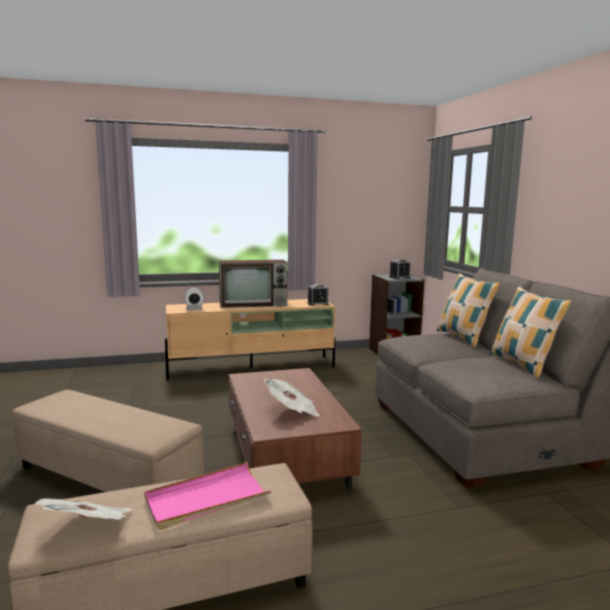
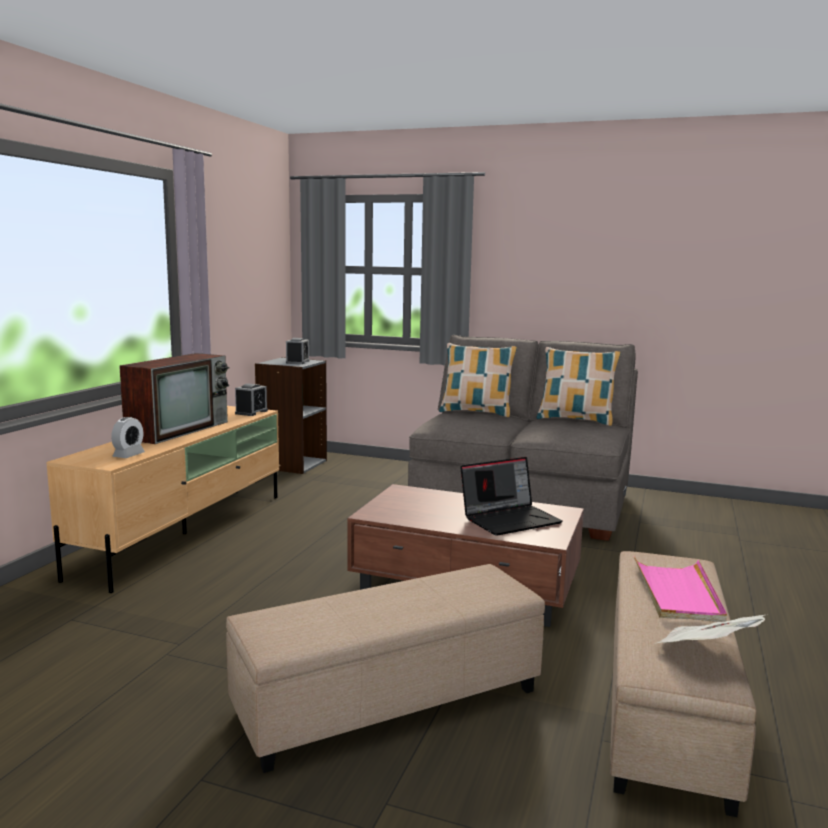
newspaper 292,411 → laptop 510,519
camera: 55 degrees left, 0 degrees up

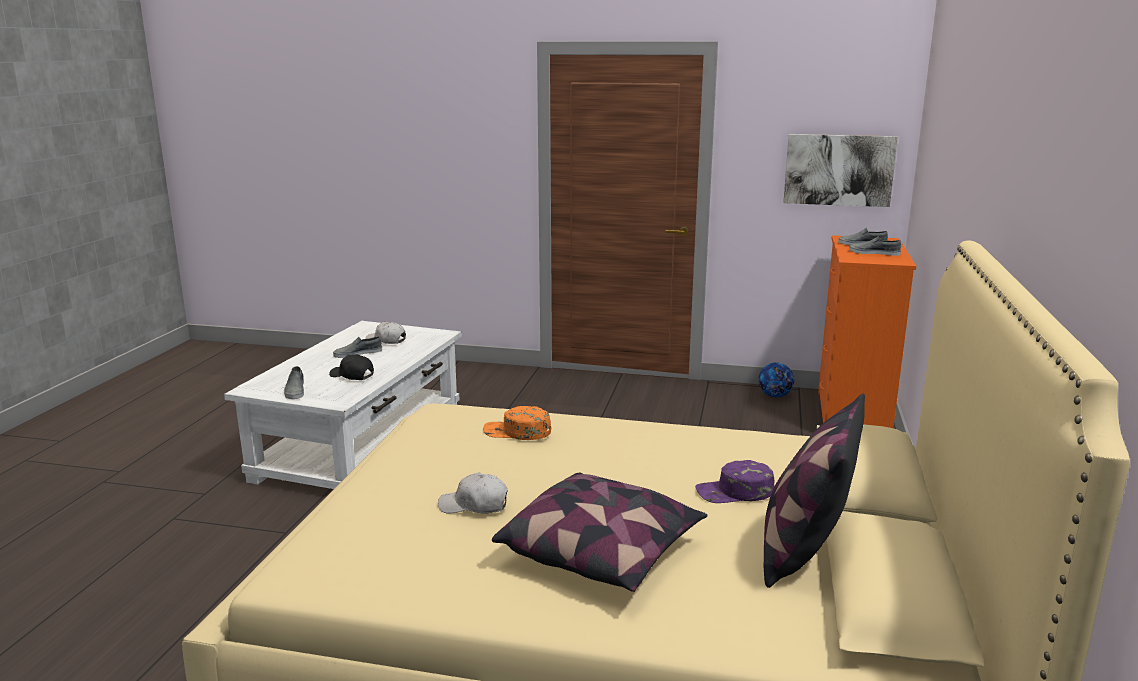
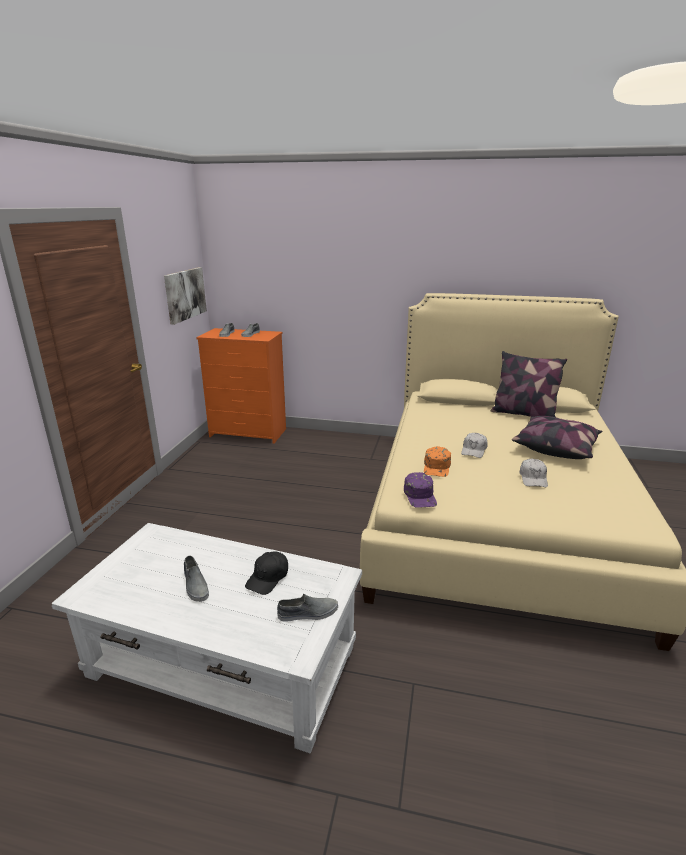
white cap 386,340 → white cap 474,450, shifted
football 775,396 → -
purple cap 734,492 → purple cap 420,496, shifted
camera: 90 degrees left, 5 degrees up

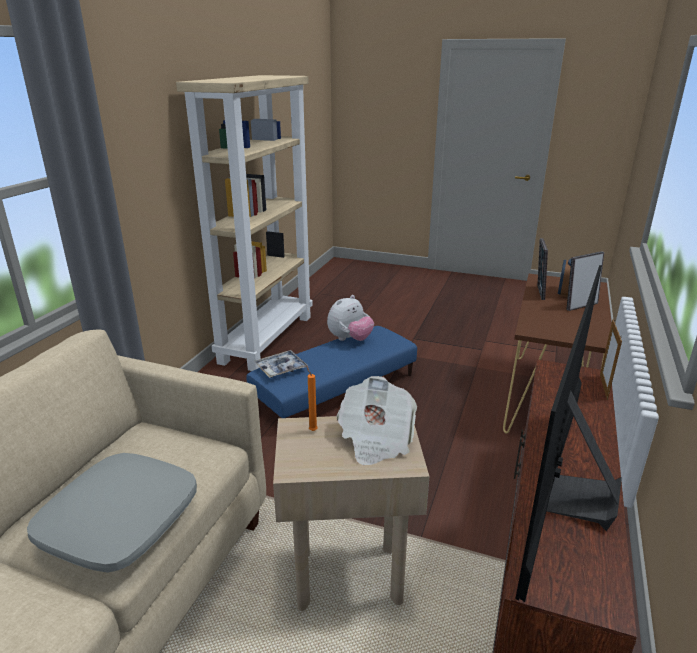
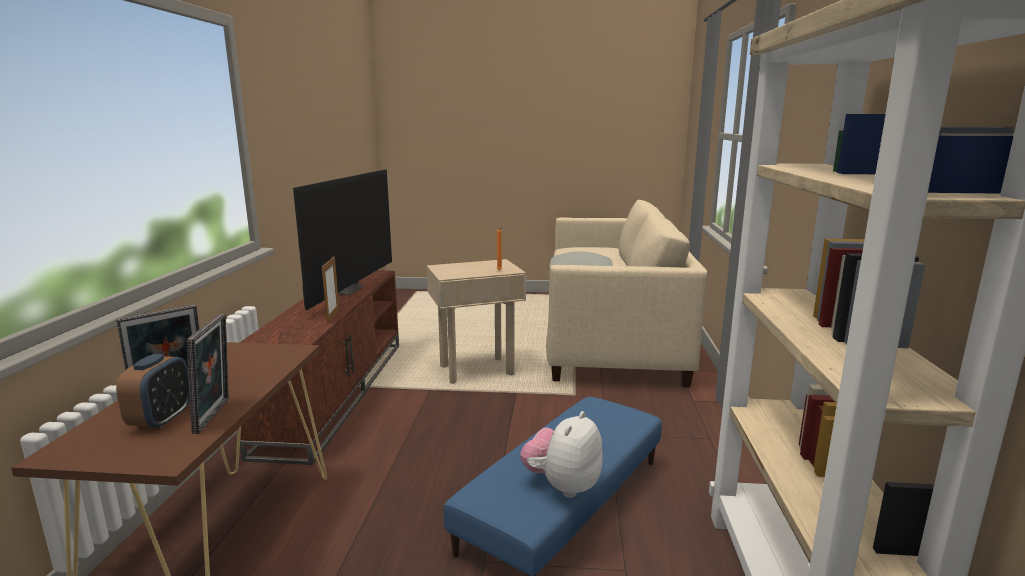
picture frame 603,387 → picture frame 333,316, shifted
tray 281,368 → -
newspaper 375,439 → -
camera: 165 degrees right, 10 degrees down

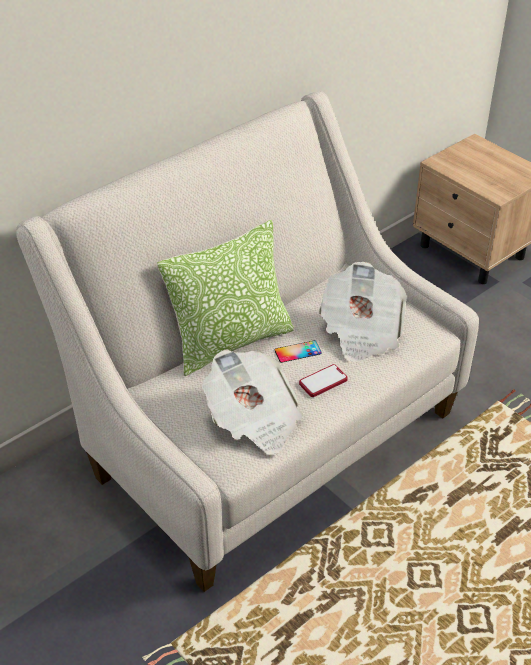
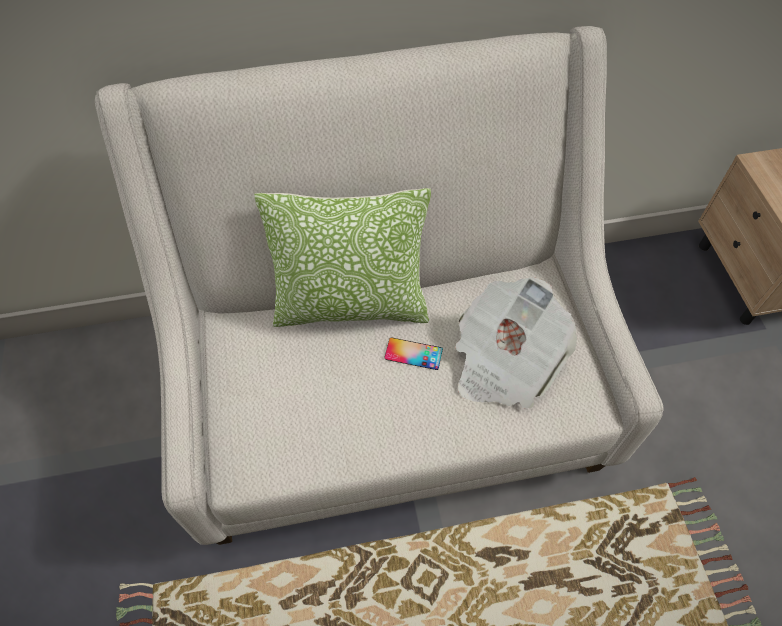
newspaper 253,420 → -
phone 323,382 → -
camera: 30 degrees right, 15 degrees up

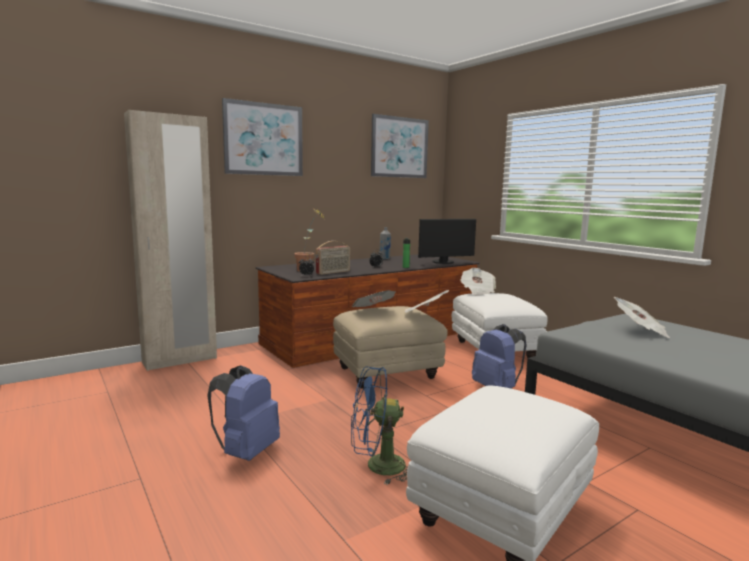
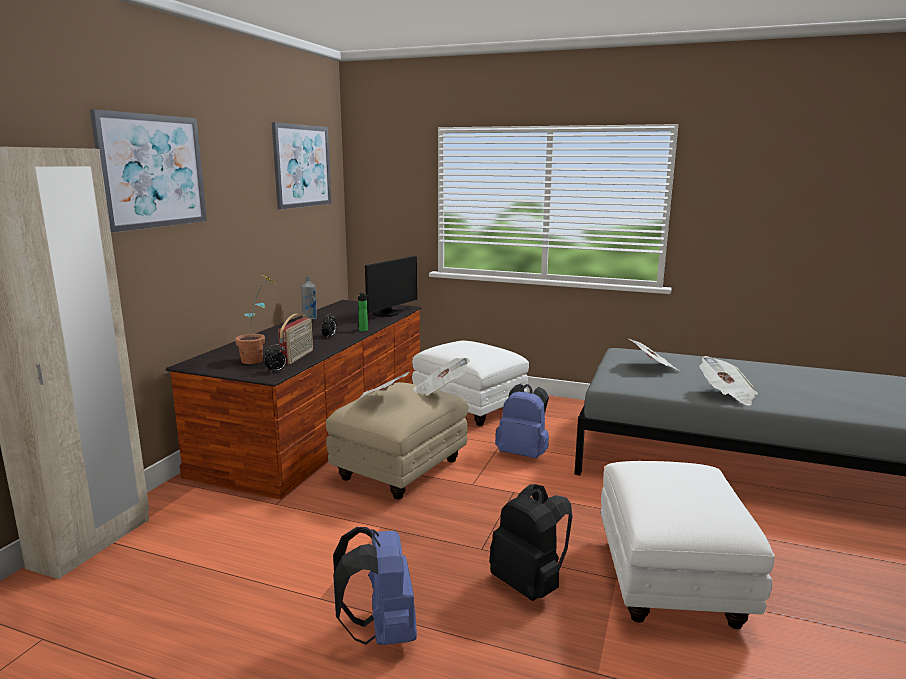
newspaper 477,291 → newspaper 727,395, shifted
blue fan 377,467 → black backpack 530,585
camera: 35 degrees left, 5 degrees up

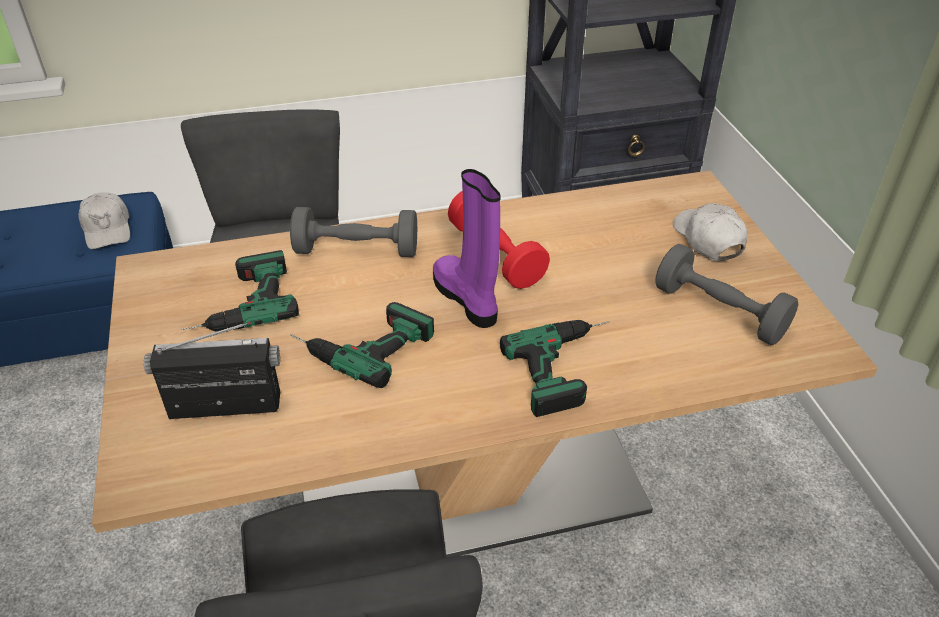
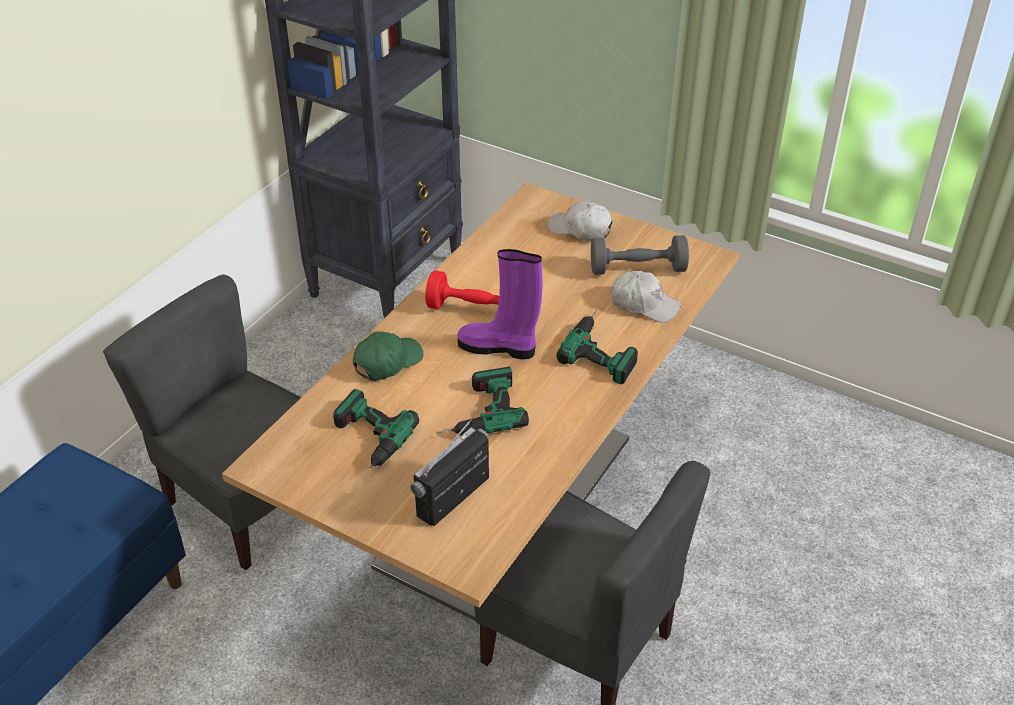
white cap 107,229 → white cap 644,304, shifted
grey dumbbell 357,250 → green cap 387,362
camera: 45 degrees left, 0 degrees up

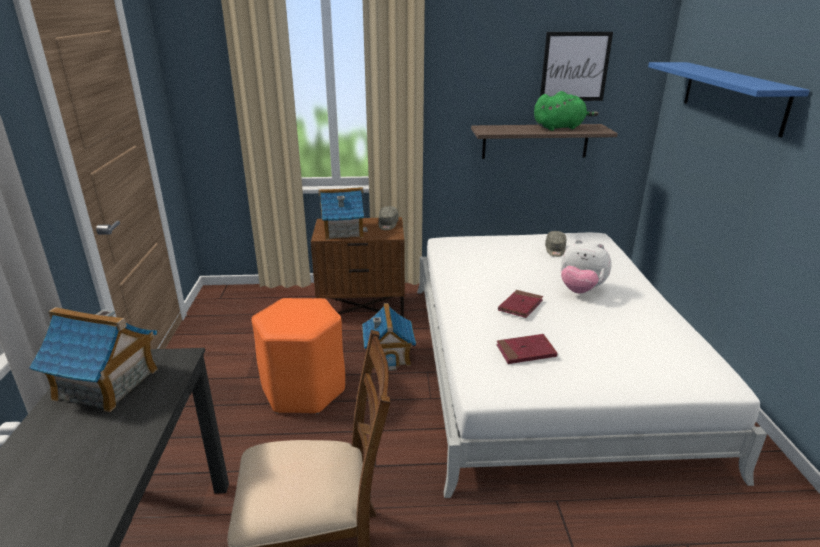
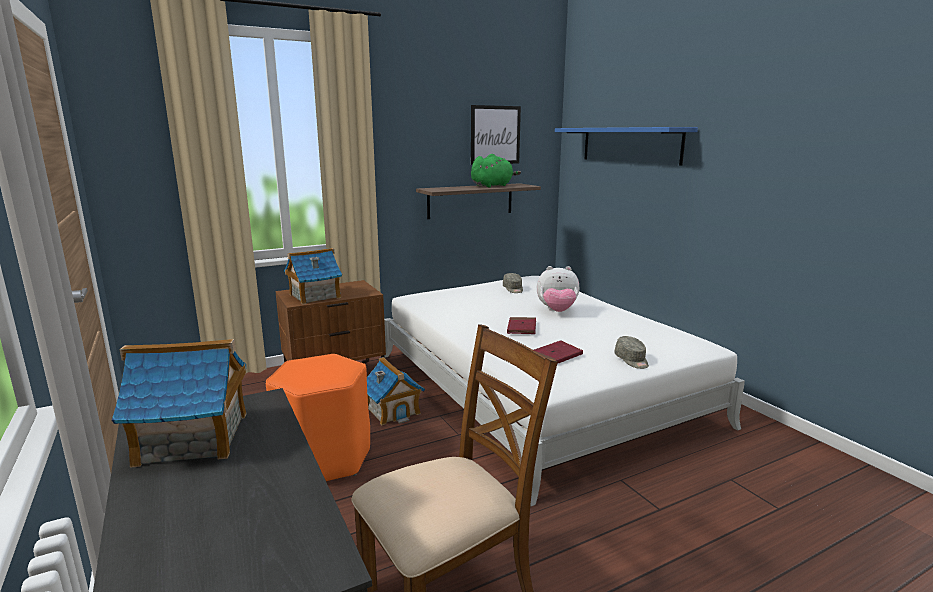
grey cap 388,224 → grey cap 632,360, shifted
camera: 25 degrees left, 10 degrees down

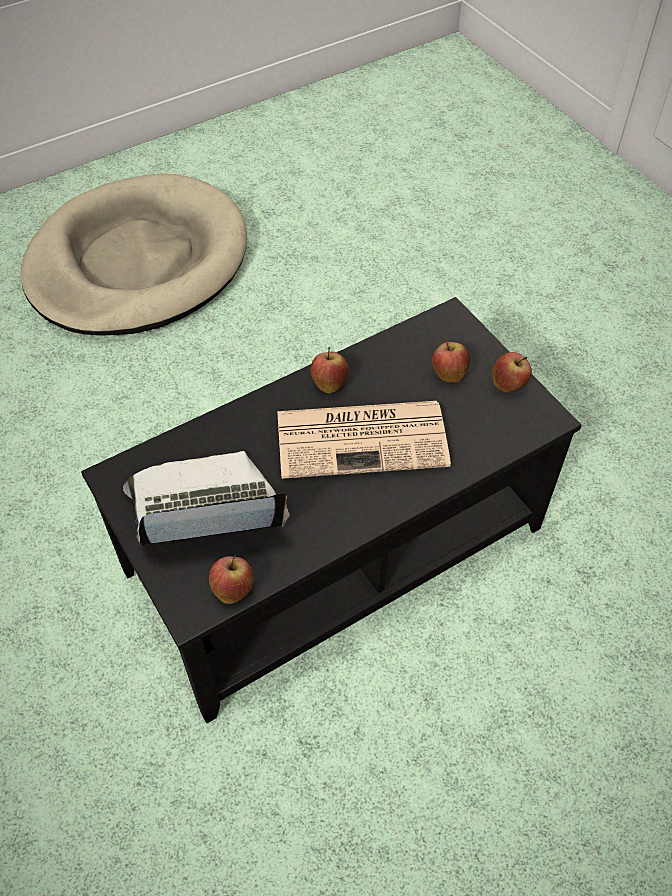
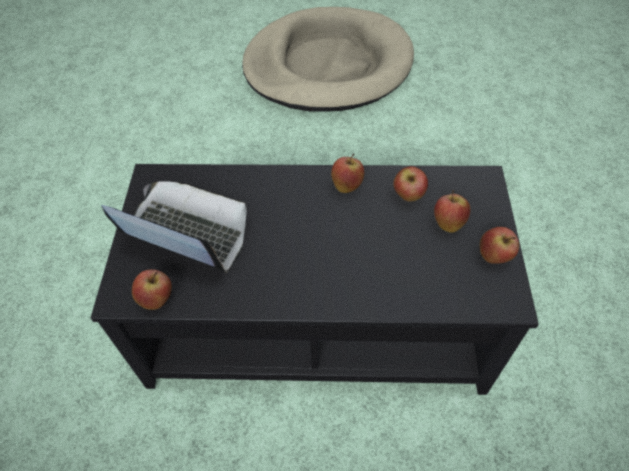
newspaper 364,438 → -
- → apple 408,196
camera: 35 degrees right, 0 degrees up

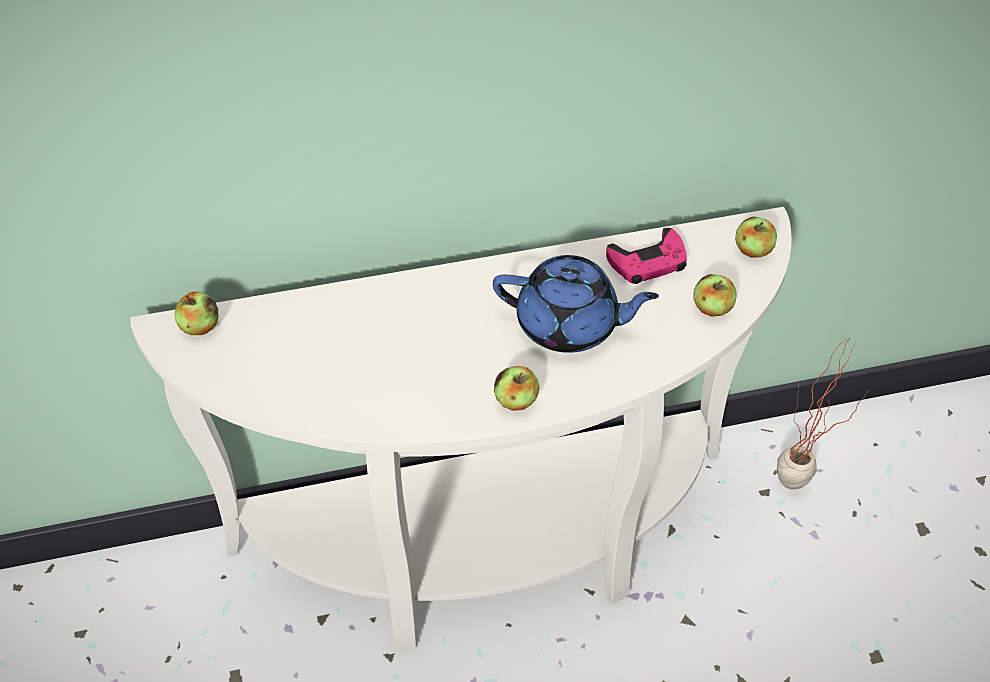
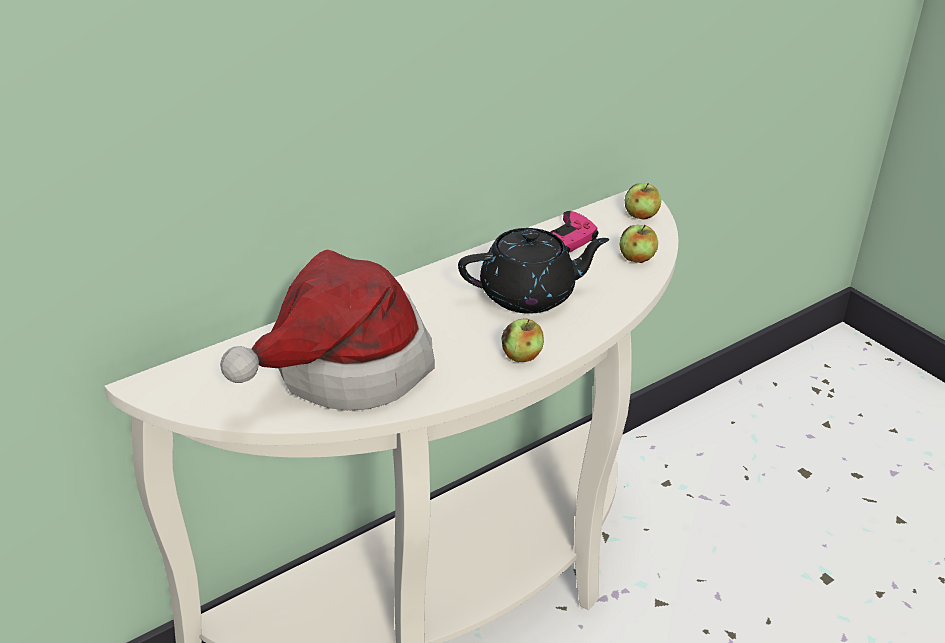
blue teapot 569,325 → black teapot 529,295
apple 200,326 → -
potted plant 794,492 → -
- → hat 341,368
camera: 25 degrees left, 15 degrees down

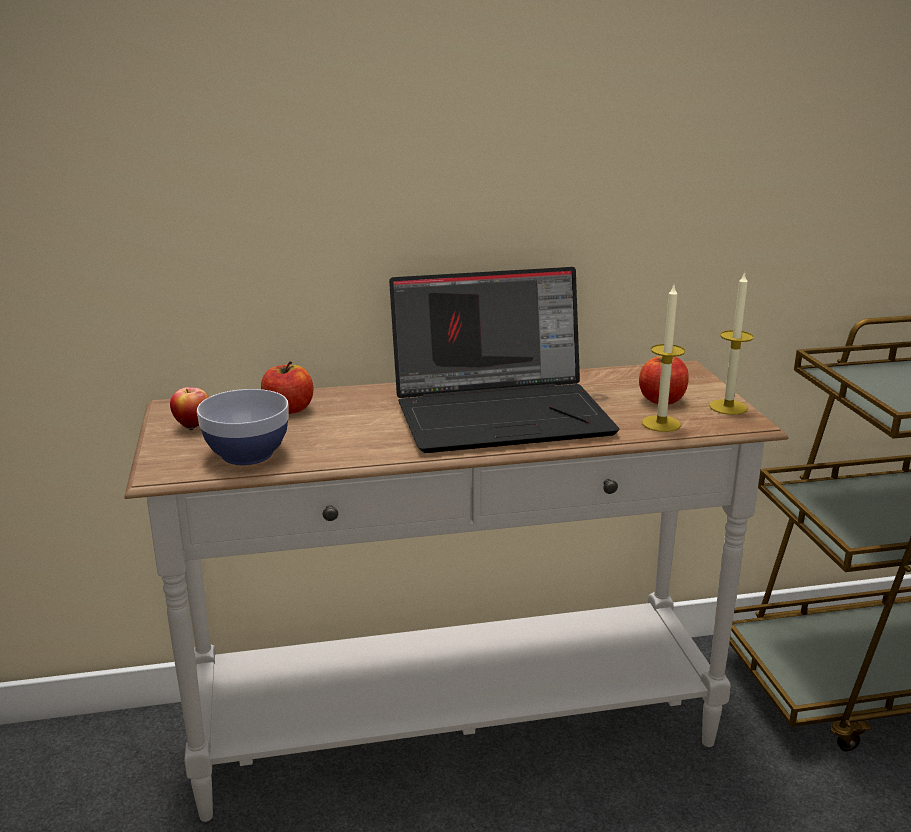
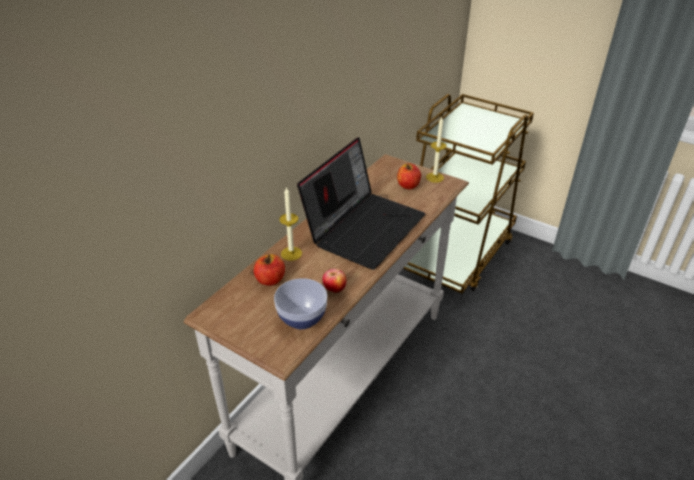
candle 661,423 → candle 291,253, shifted
apple 193,427 → apple 334,290, shifted
camera: 45 degrees left, 15 degrees up

